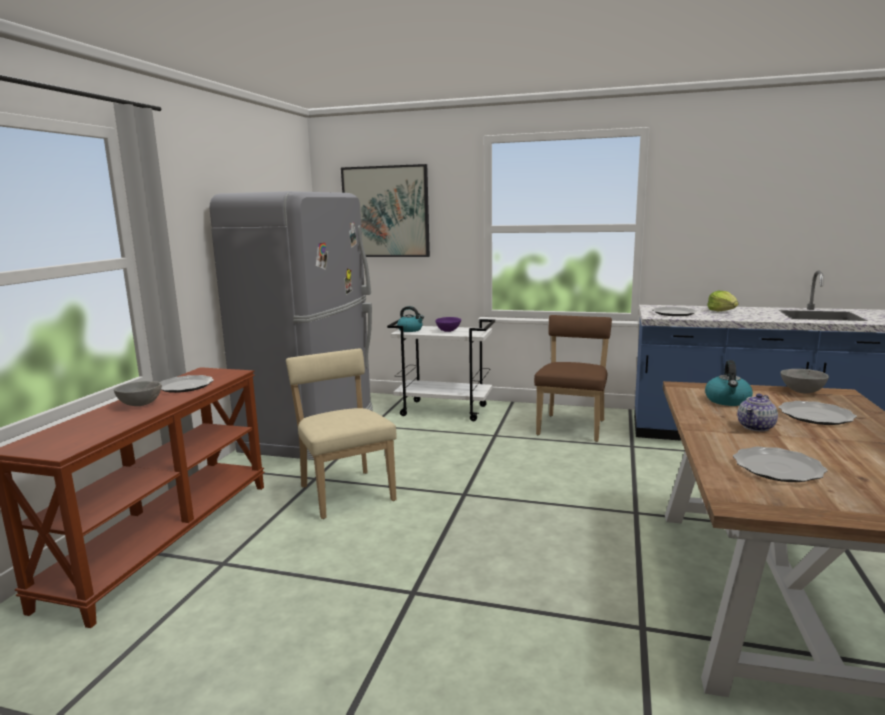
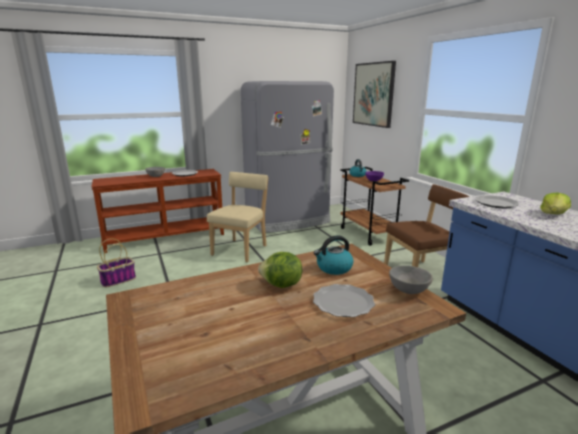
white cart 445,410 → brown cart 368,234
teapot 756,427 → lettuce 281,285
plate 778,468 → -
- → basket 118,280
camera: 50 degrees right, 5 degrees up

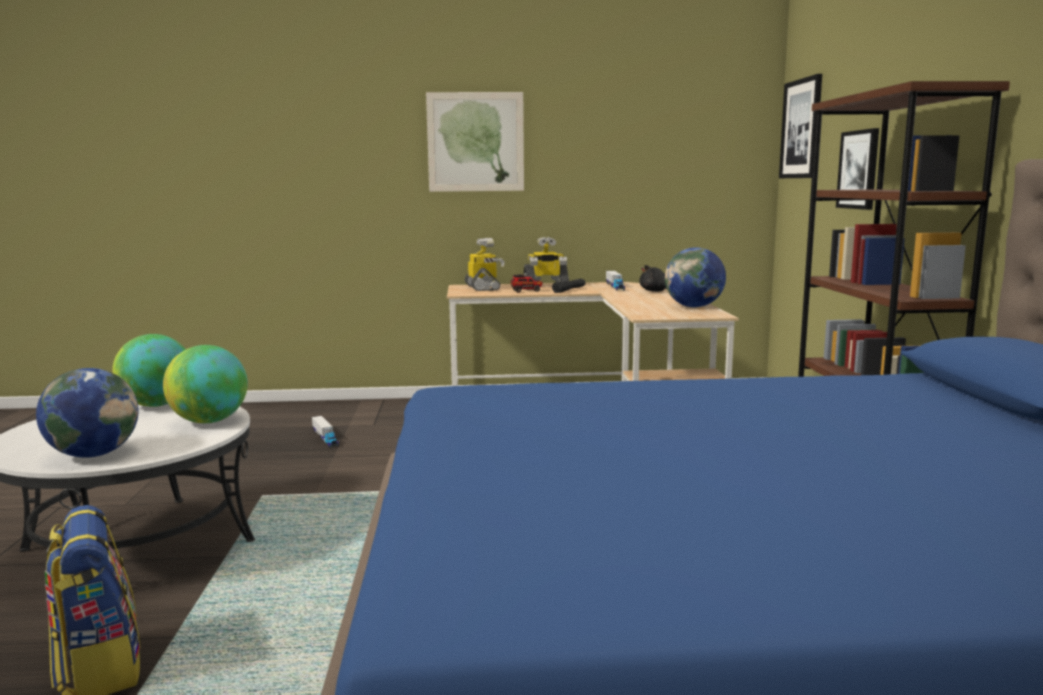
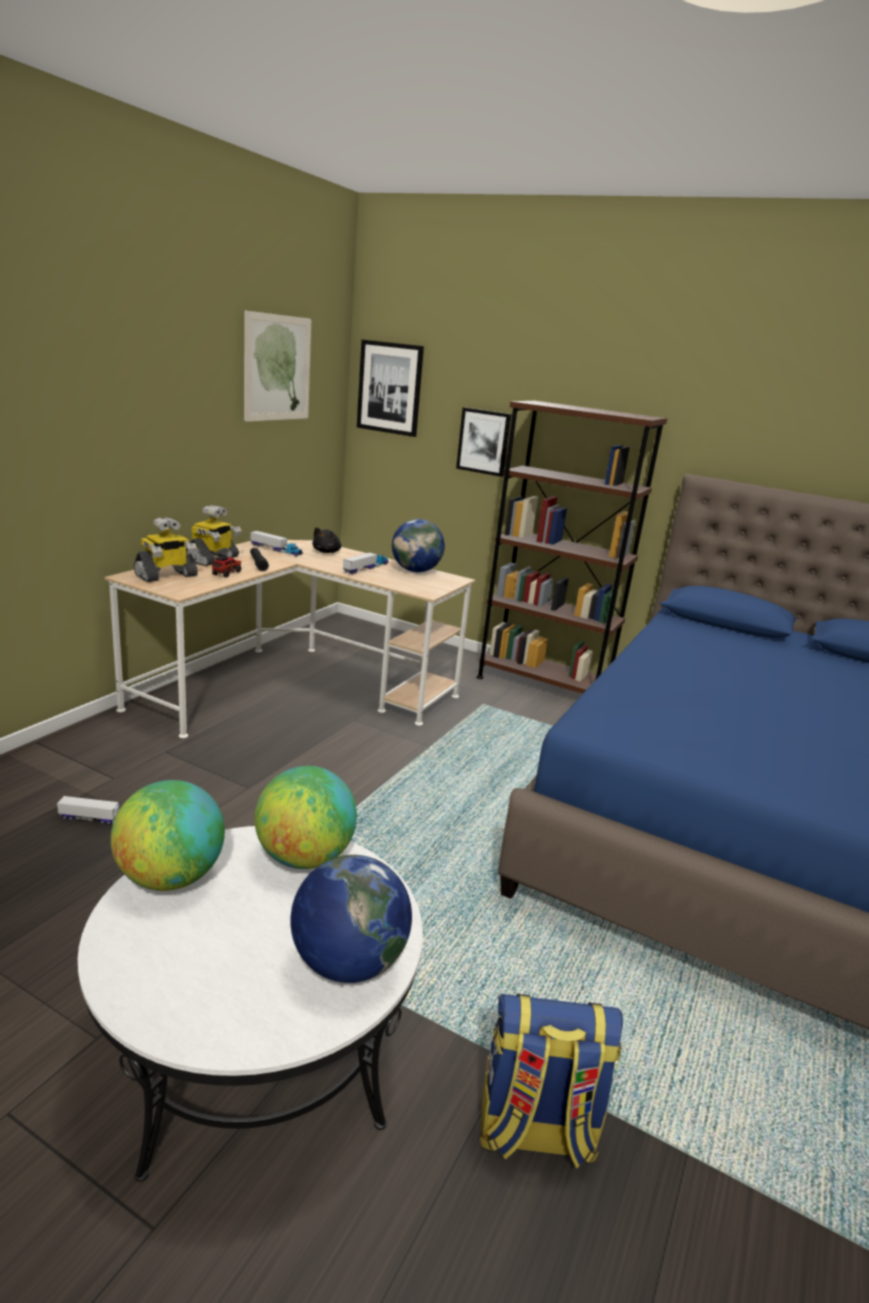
picture 475,142 → picture 277,368, shifted
toy robot 483,288 → toy robot 166,576, 120 degrees clockwise
- → toy truck 366,568
camera: 60 degrees left, 10 degrees up

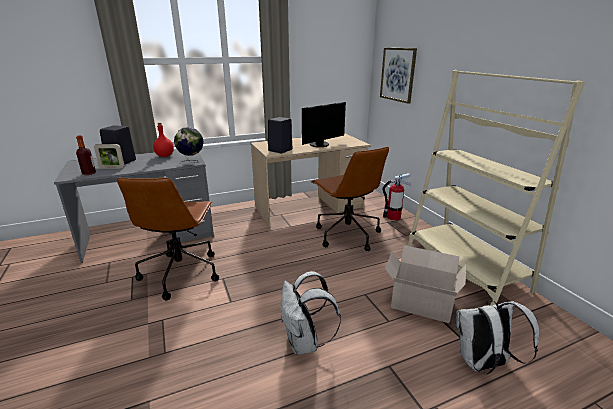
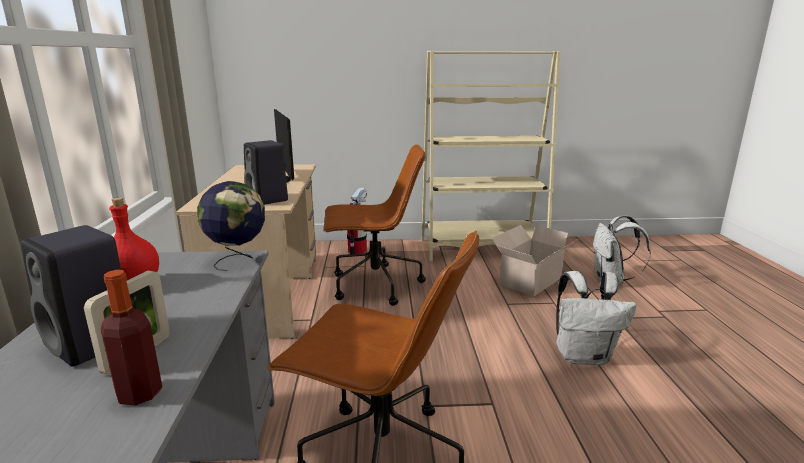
picture 398,74 → -
camera: 70 degrees left, 5 degrees down

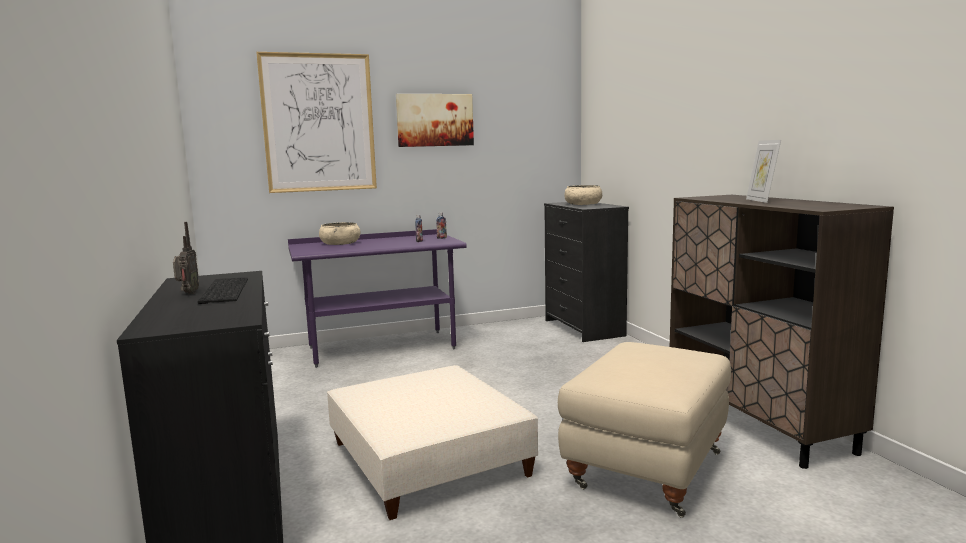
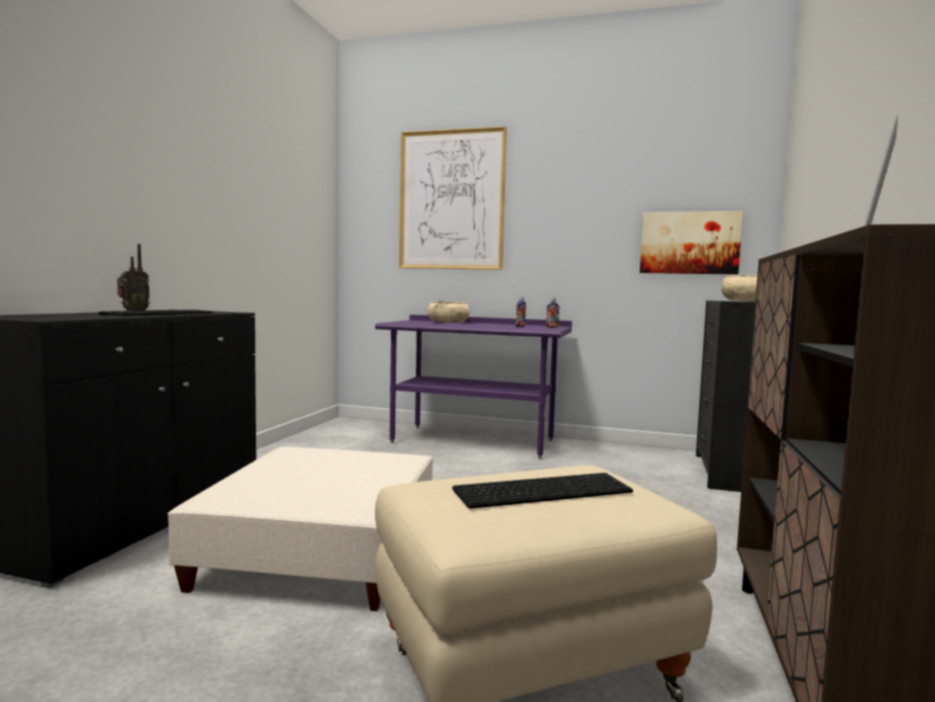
picture 435,120 → picture 689,243, shifted
- → keyboard 543,489
camera: 35 degrees right, 5 degrees down

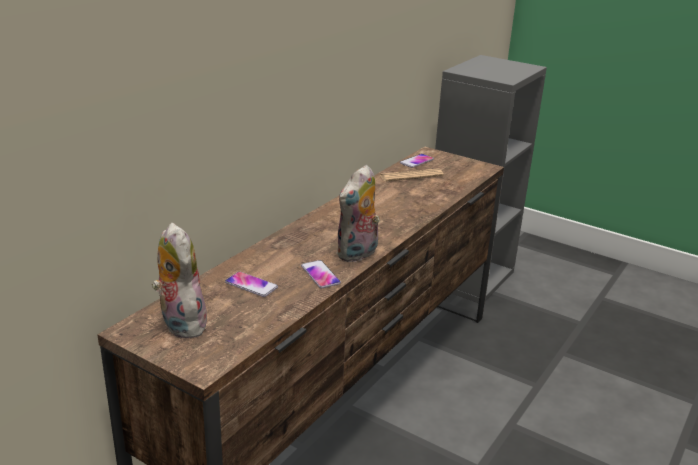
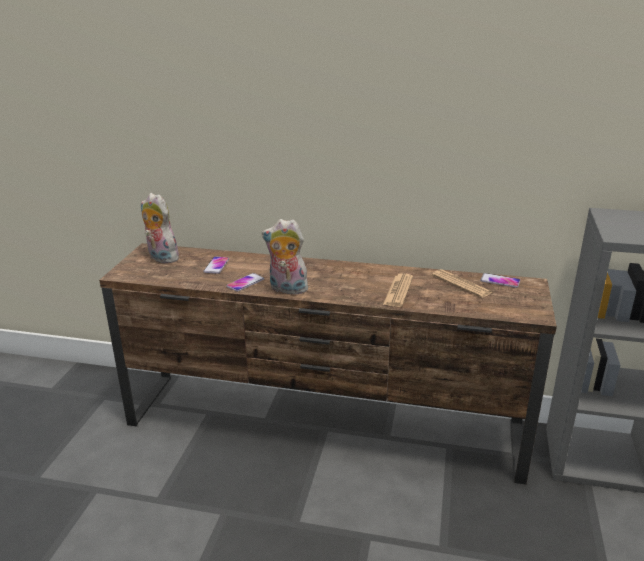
plush toy 180,323 → plush toy 161,258, 90 degrees counterclockwise
- → newspaper 398,291
camera: 70 degrees right, 0 degrees up

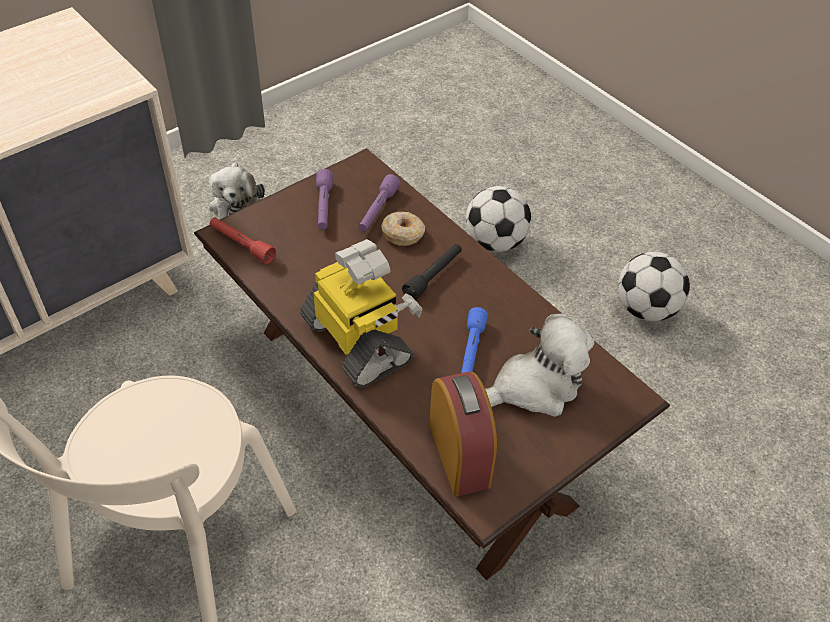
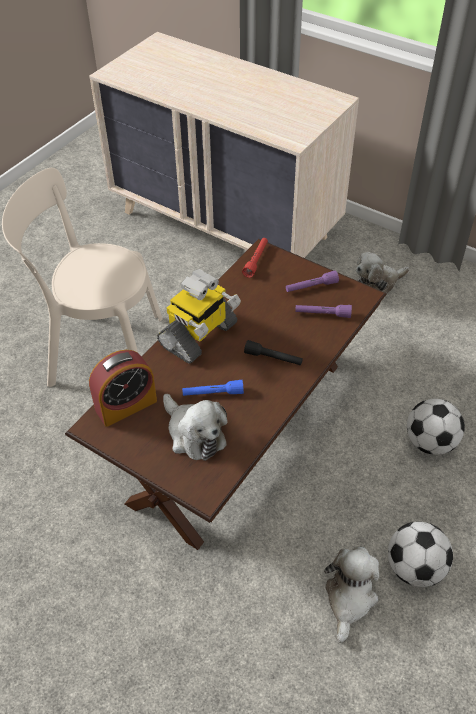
donut 403,234 → -
- → plush toy 349,598
camera: 75 degrees right, 0 degrees up

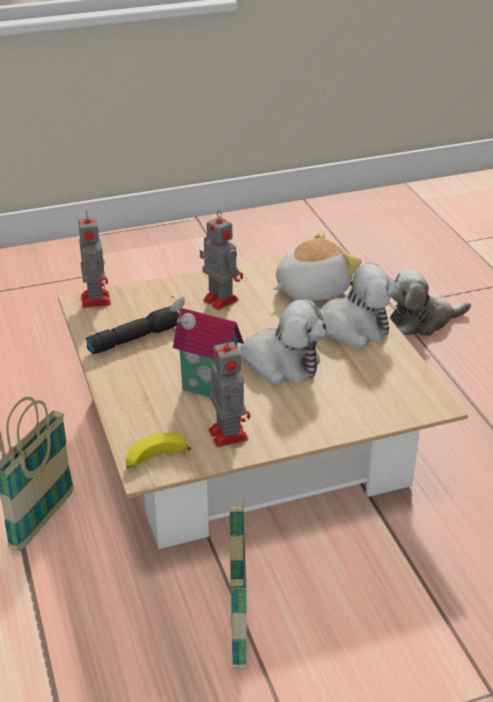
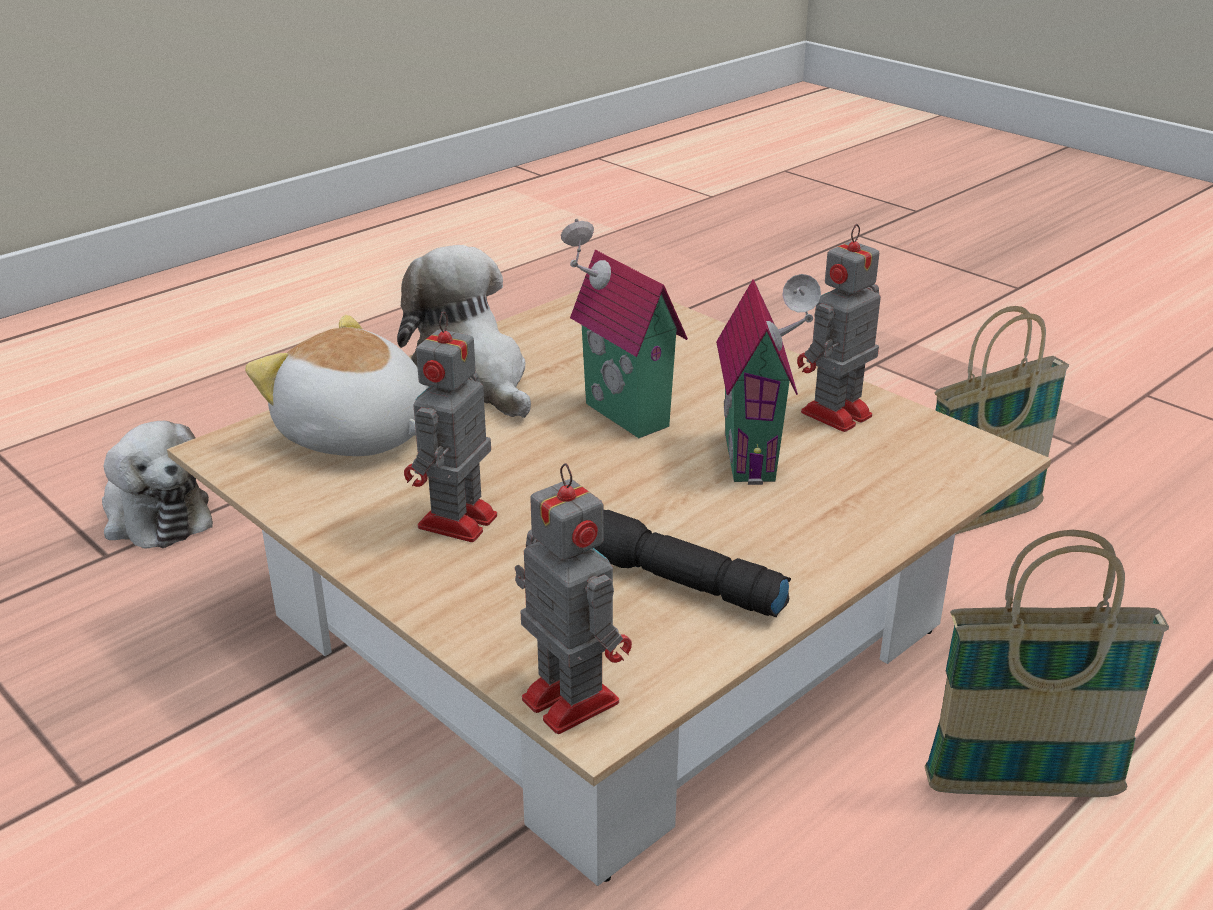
toy robot 95,299 → toy robot 567,698, 90 degrees clockwise
plush toy 277,363 → toy house 621,416
banana 155,459 → -
camera: 115 degrees left, 5 degrees down

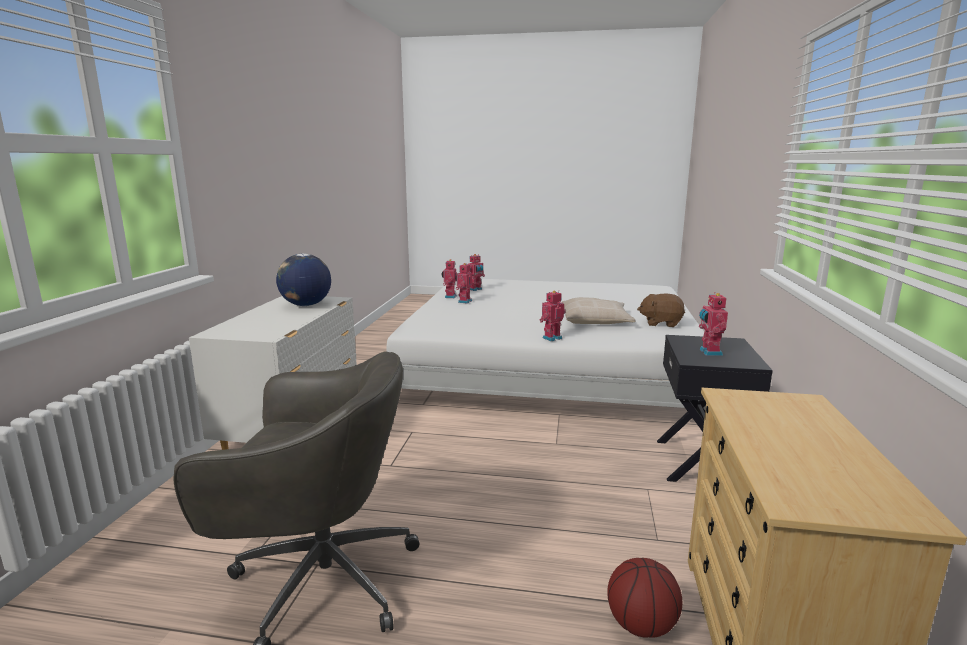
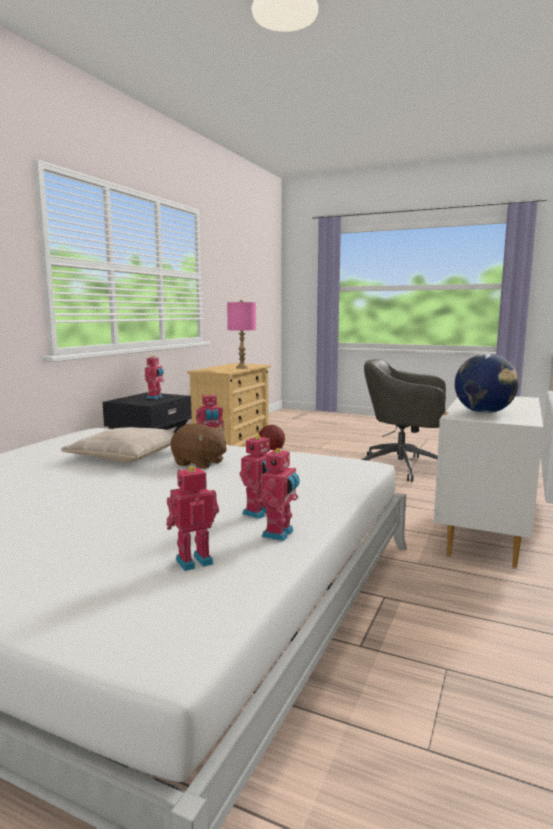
brown plush toy 661,323 → brown plush toy 199,463, shifted
- → pink table lamp 242,368
camera: 165 degrees left, 5 degrees down

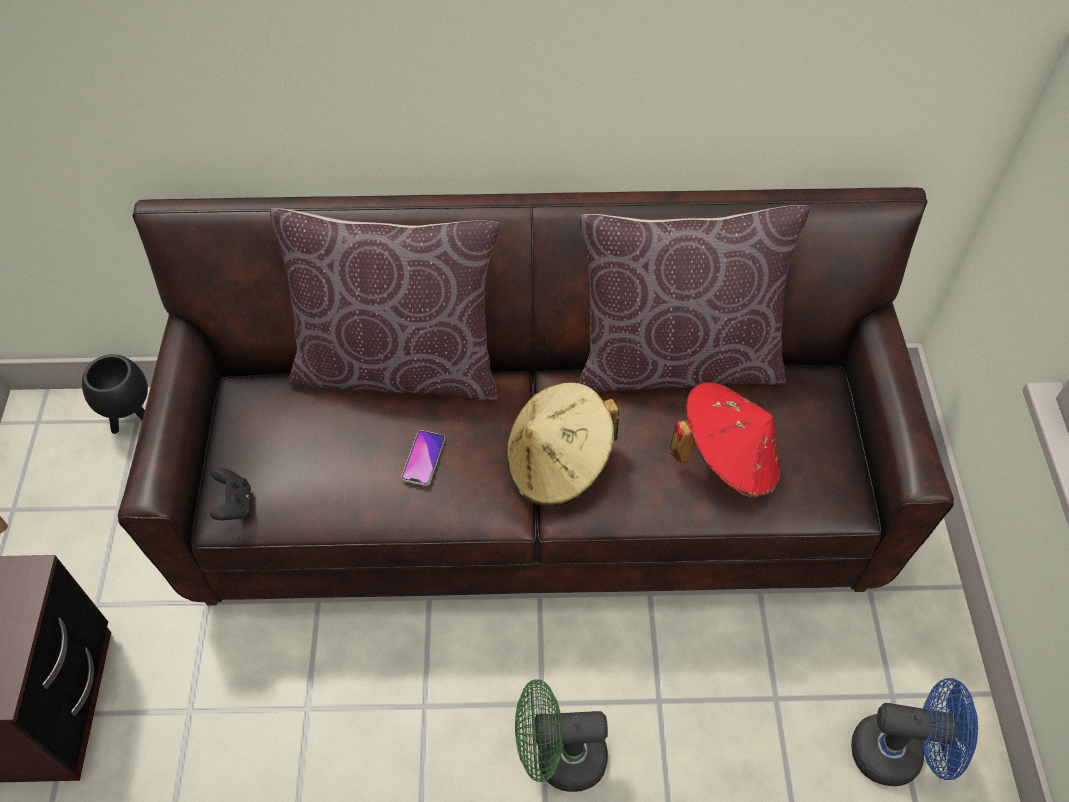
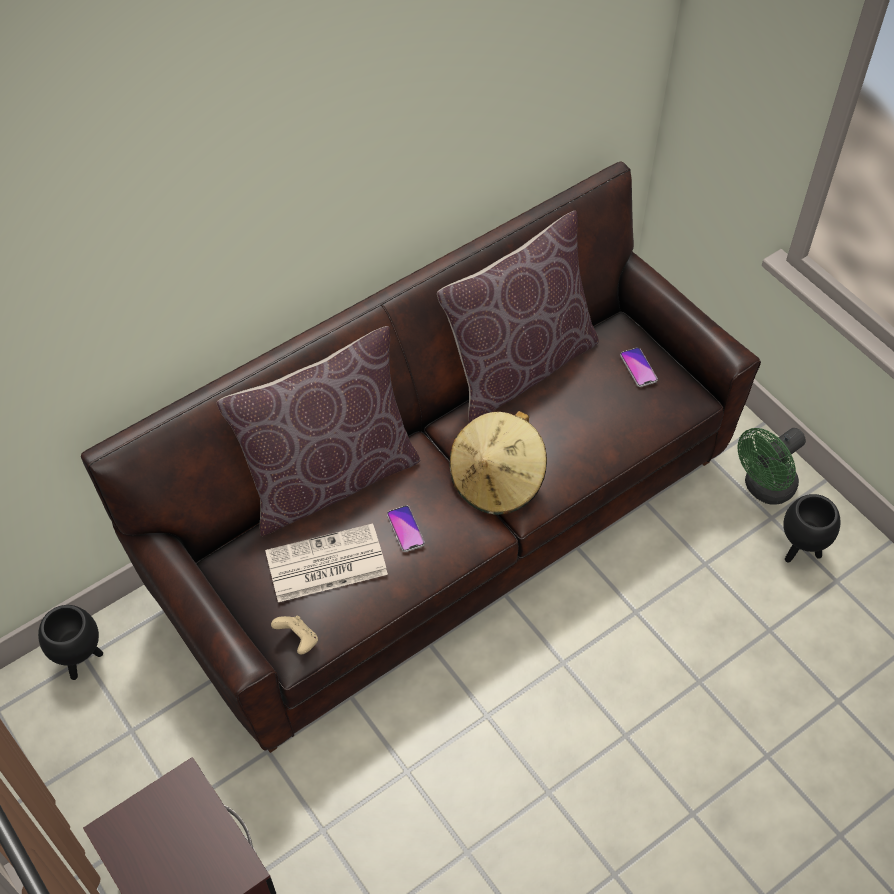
red hat 727,460 → -
black game controller 234,505 → beige game controller 298,640
blue fan 898,753 → black planter 799,550
green fan 559,758 → green fan 764,489, shifted
- → phone 638,368
- → newspaper 325,565
camera: 35 degrees left, 0 degrees up

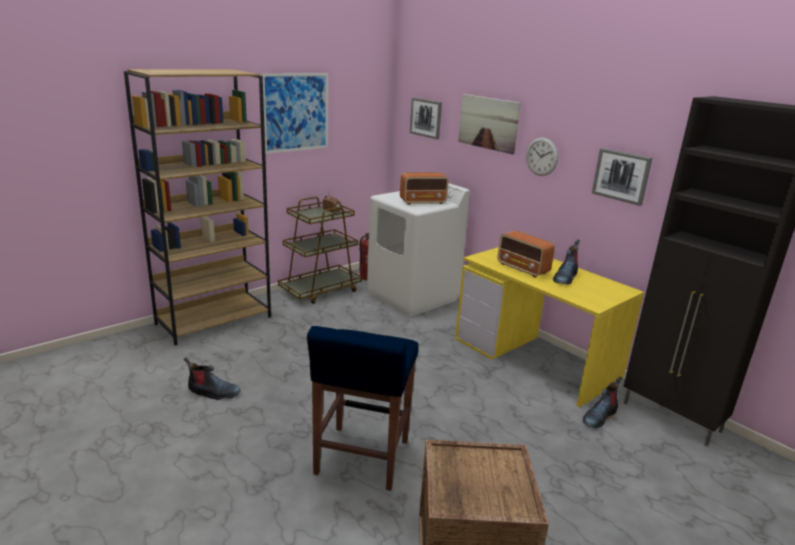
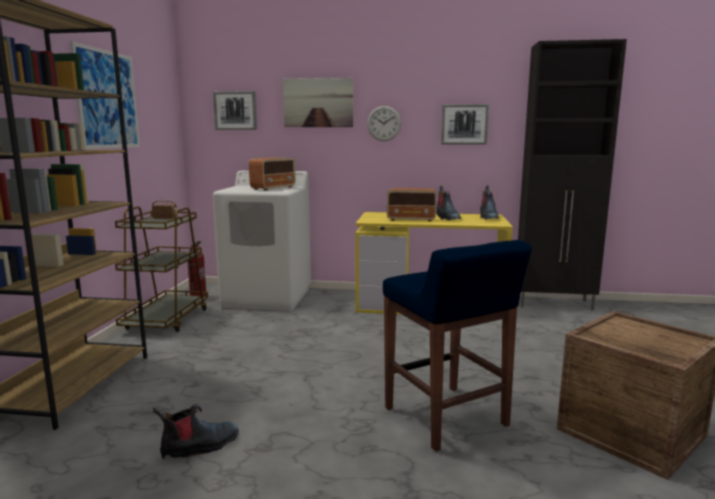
boot 599,416 → boot 488,217, shifted
camera: 40 degrees left, 10 degrees down

